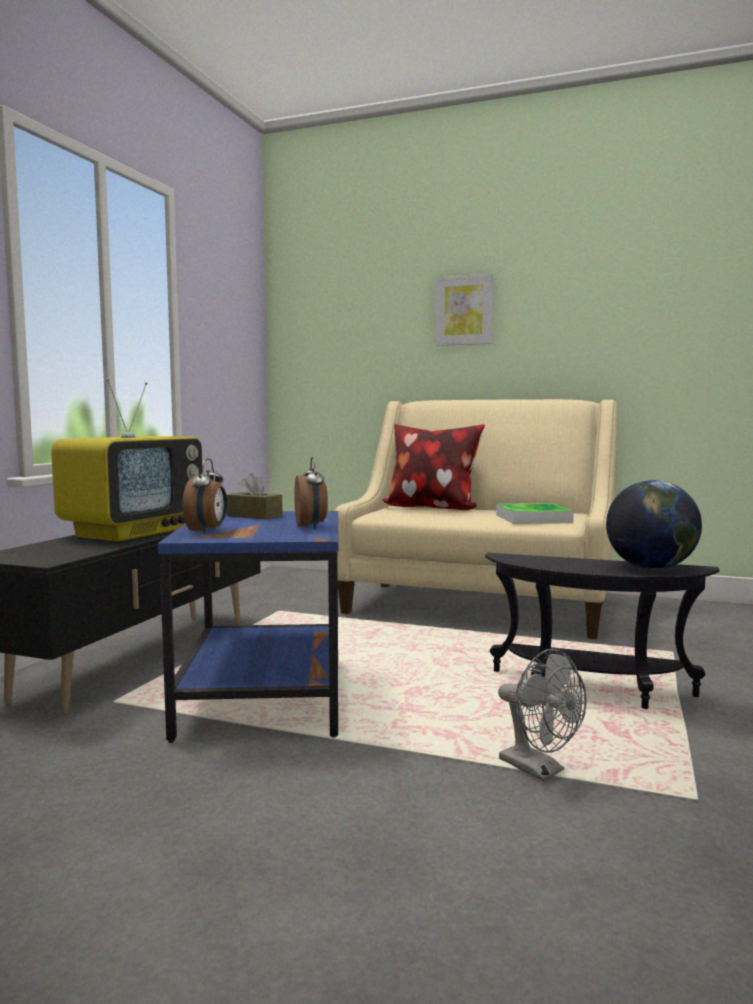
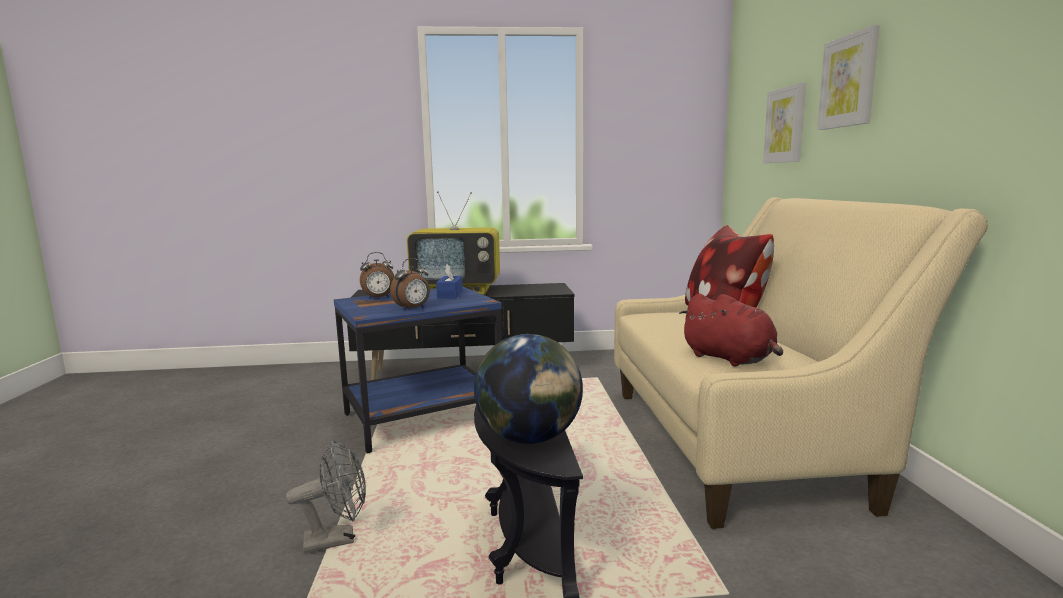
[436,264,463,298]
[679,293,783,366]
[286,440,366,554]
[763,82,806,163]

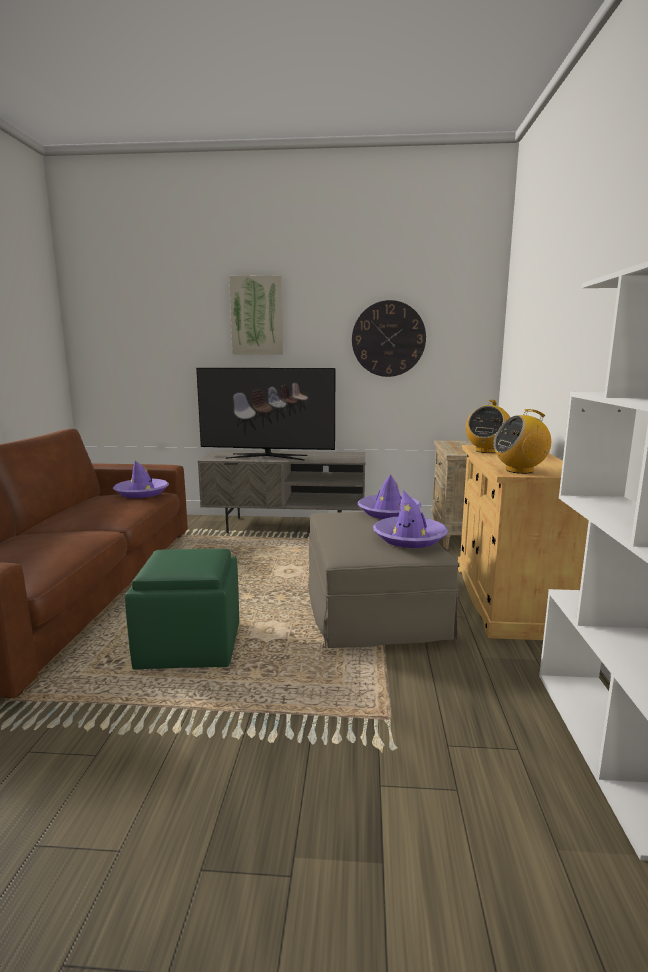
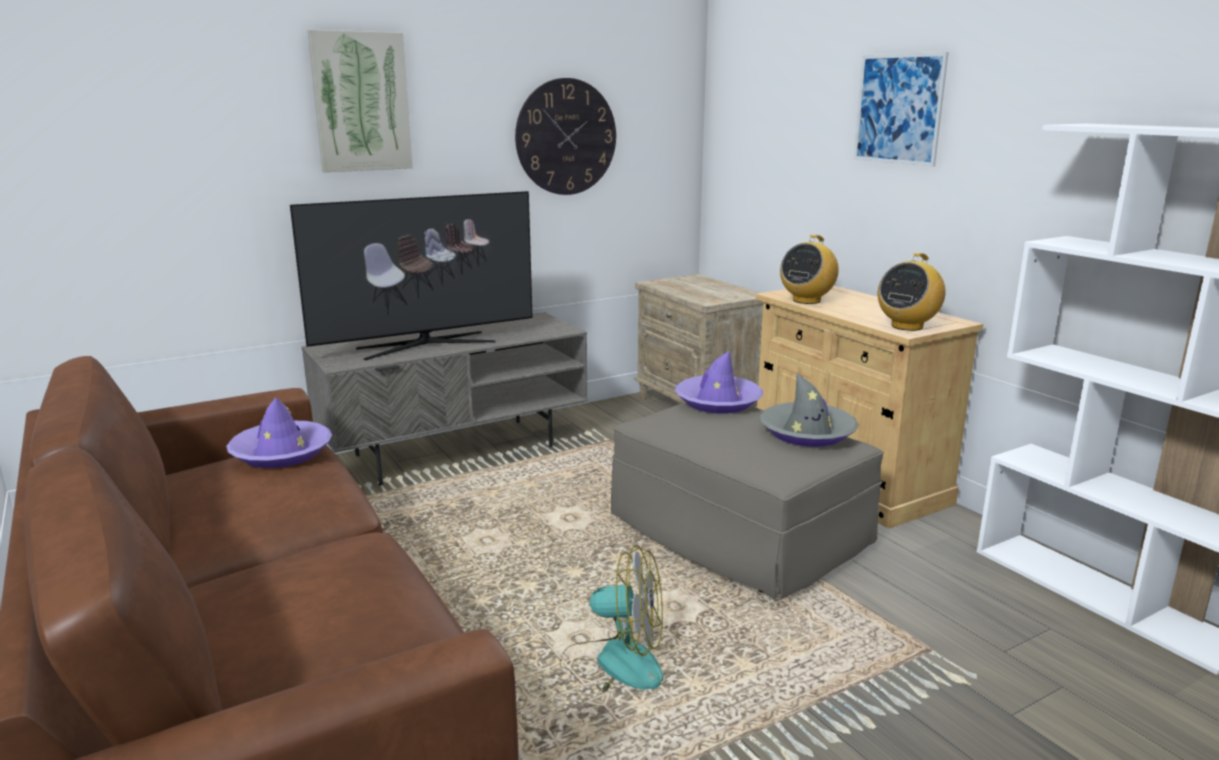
[780,235,839,304]
[760,373,858,447]
[560,545,663,692]
[854,52,949,167]

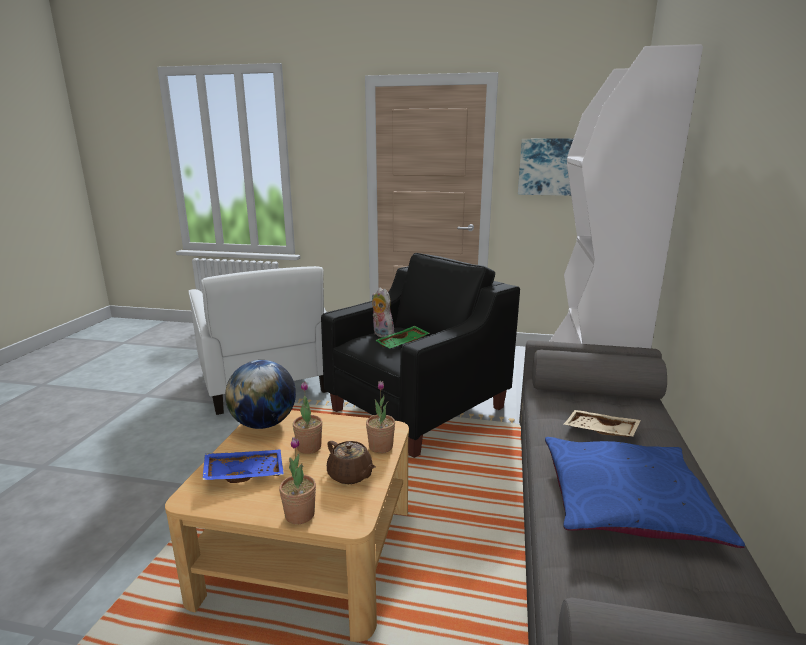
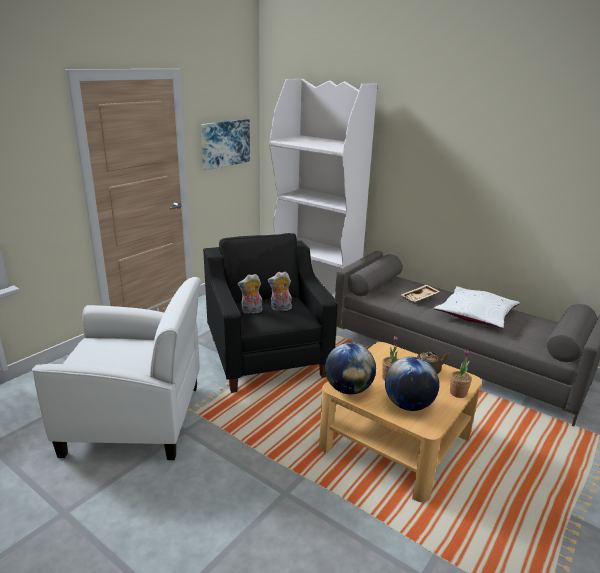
[268,272,292,311]
[366,381,395,453] (first image)
[434,286,520,329]
[385,357,439,411]

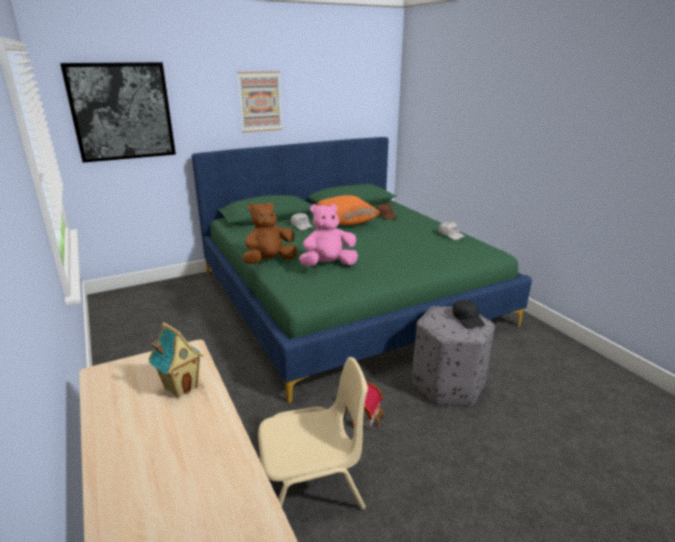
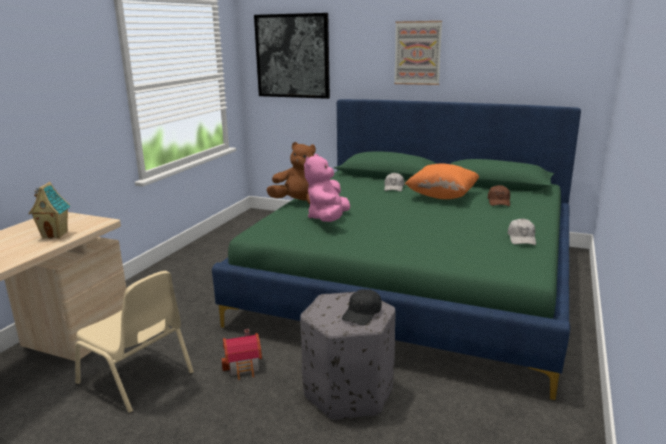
[304,154,350,222]

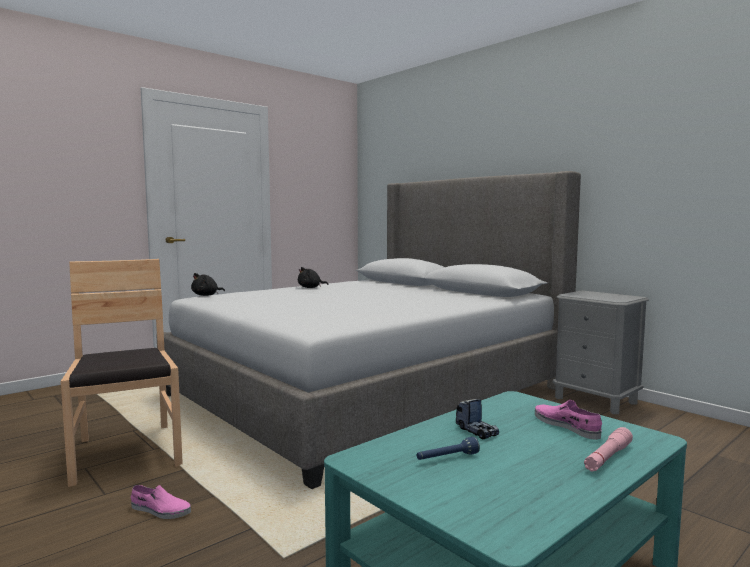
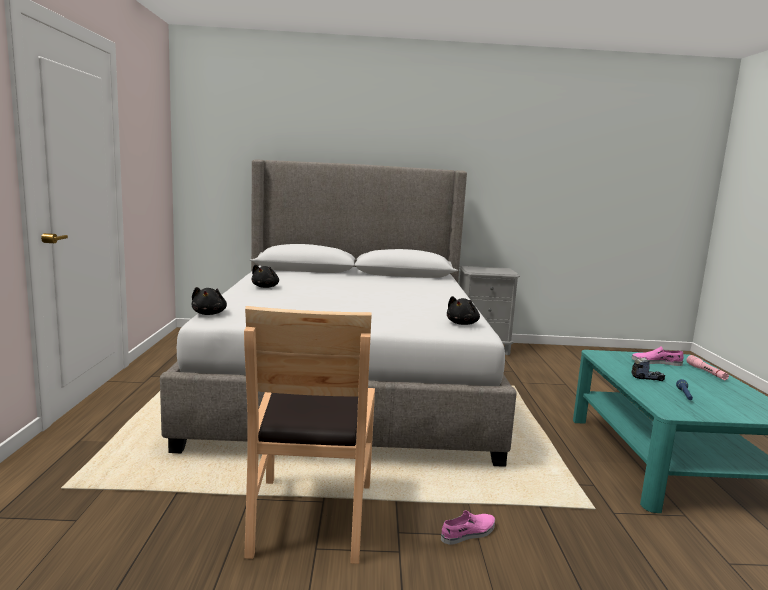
[244,306,375,564]
[447,296,480,325]

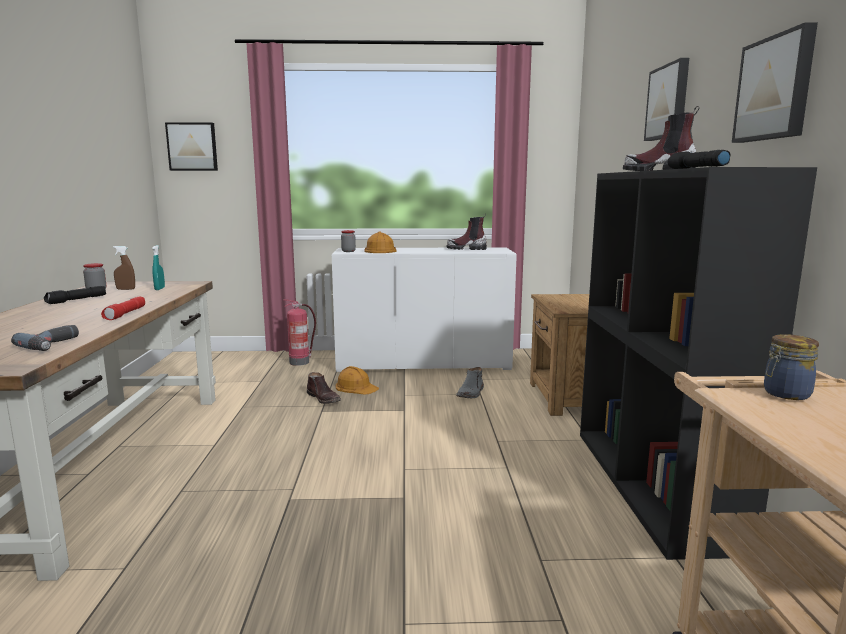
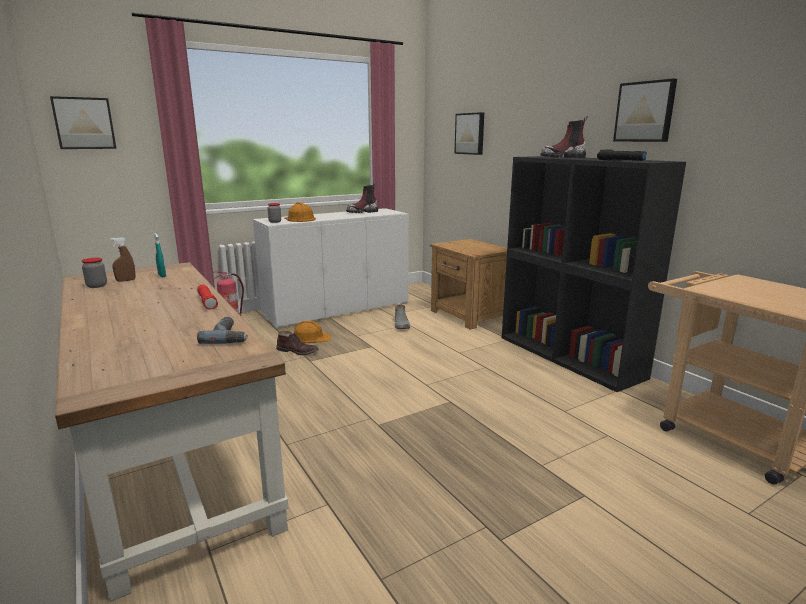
[454,112,484,155]
[44,286,106,304] (first image)
[764,334,819,400] (first image)

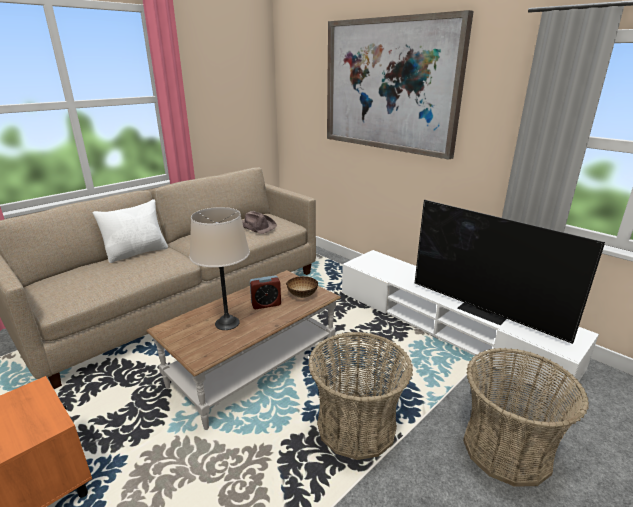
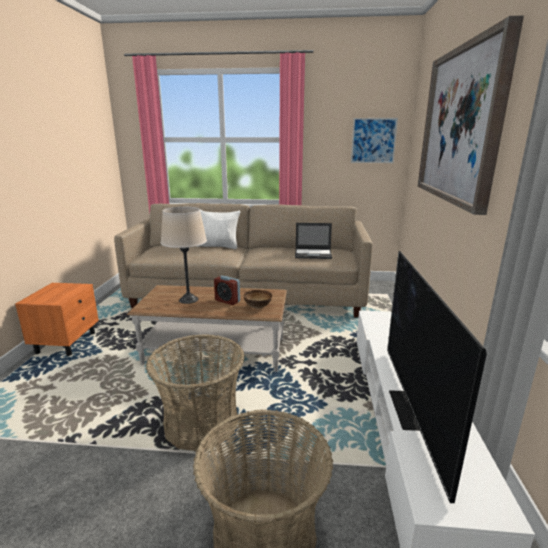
[295,223,332,259]
[351,118,398,163]

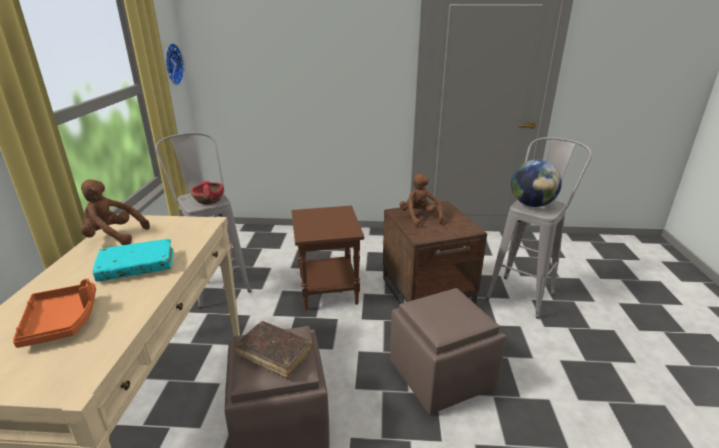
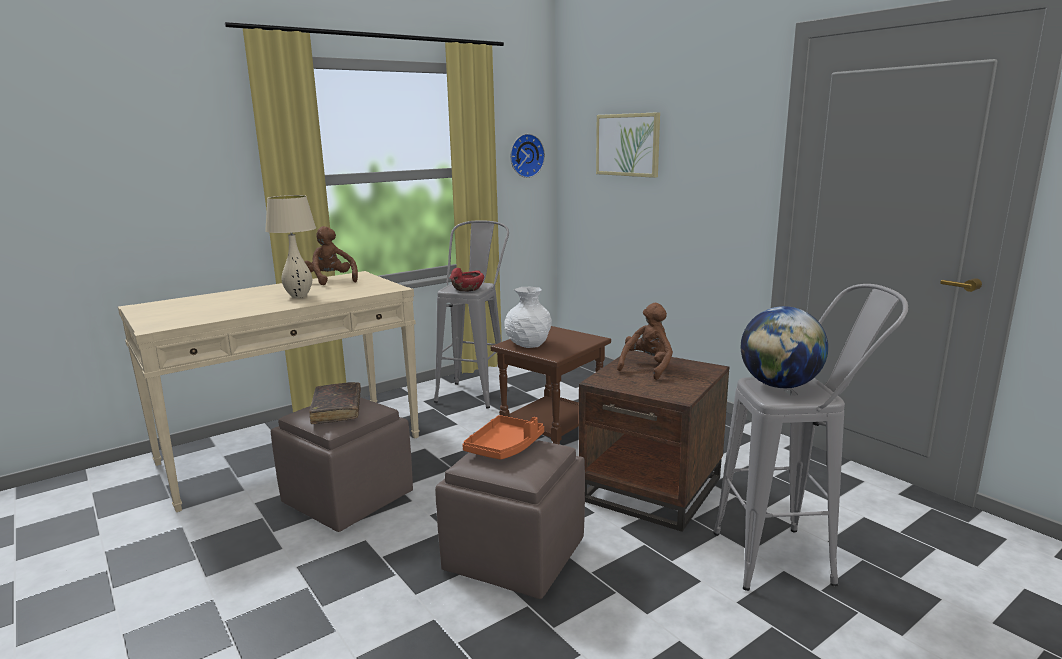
[265,195,316,298]
[462,415,544,460]
[596,112,660,178]
[504,287,552,348]

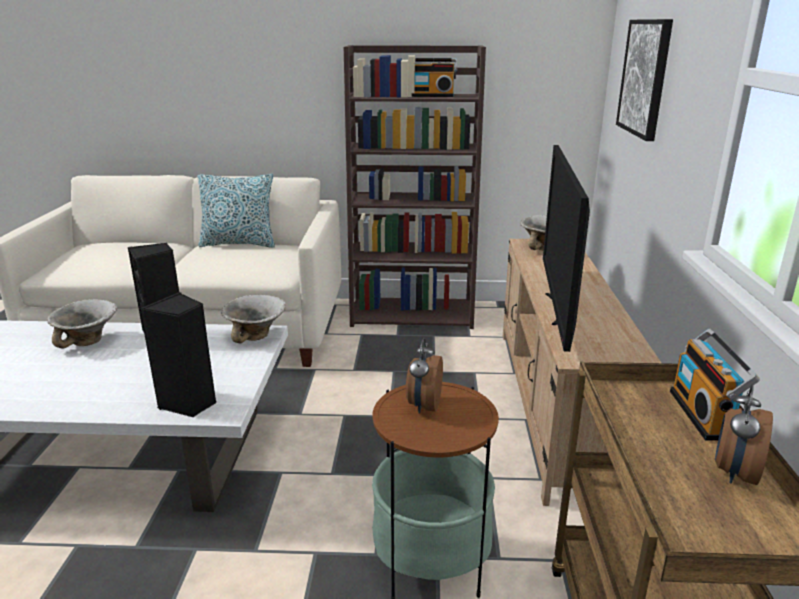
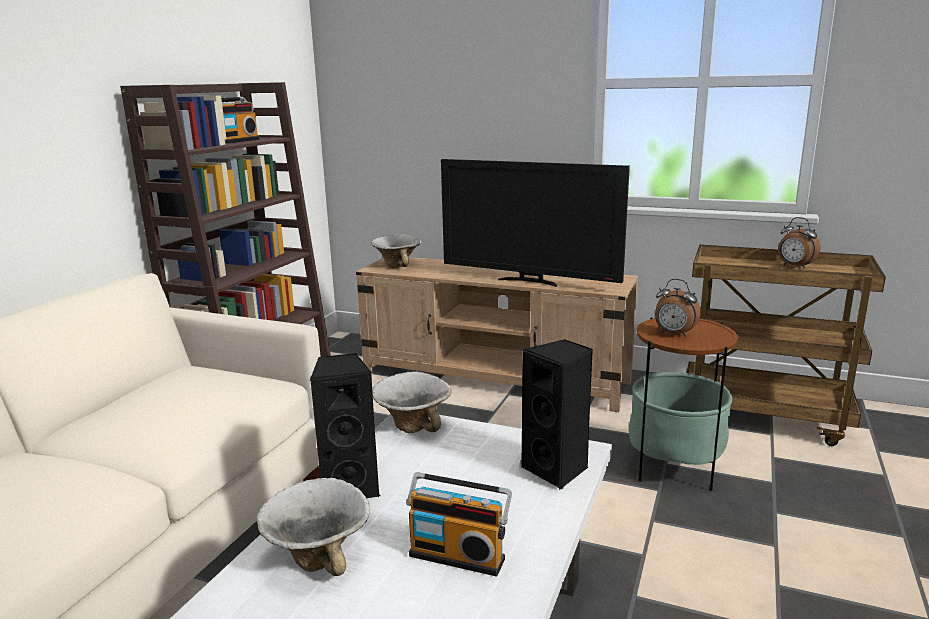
[616,19,673,141] (first image)
[197,174,275,248] (first image)
[406,472,512,577]

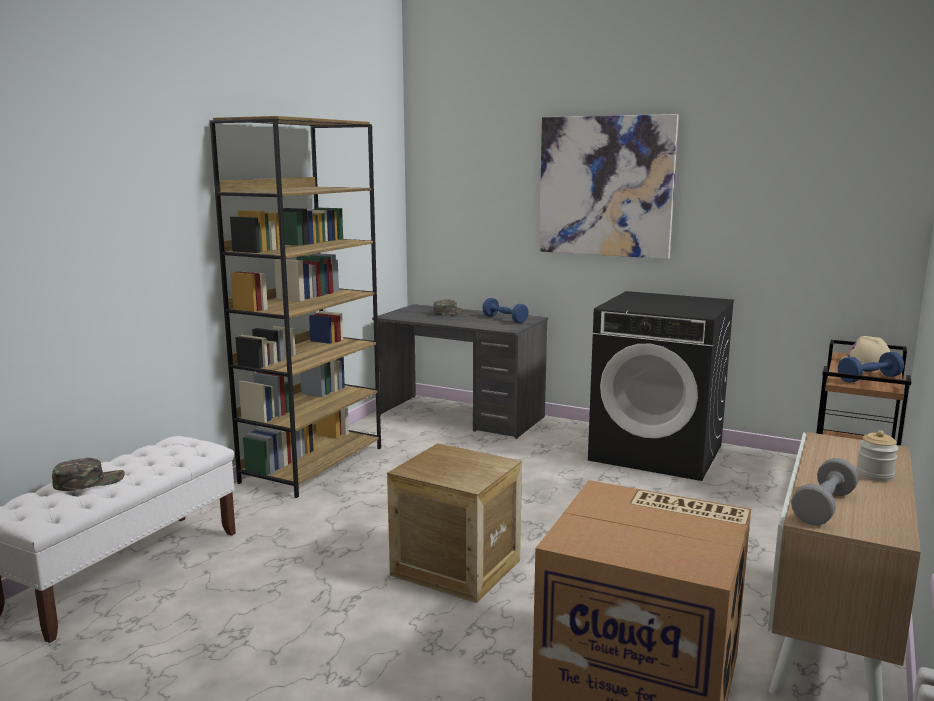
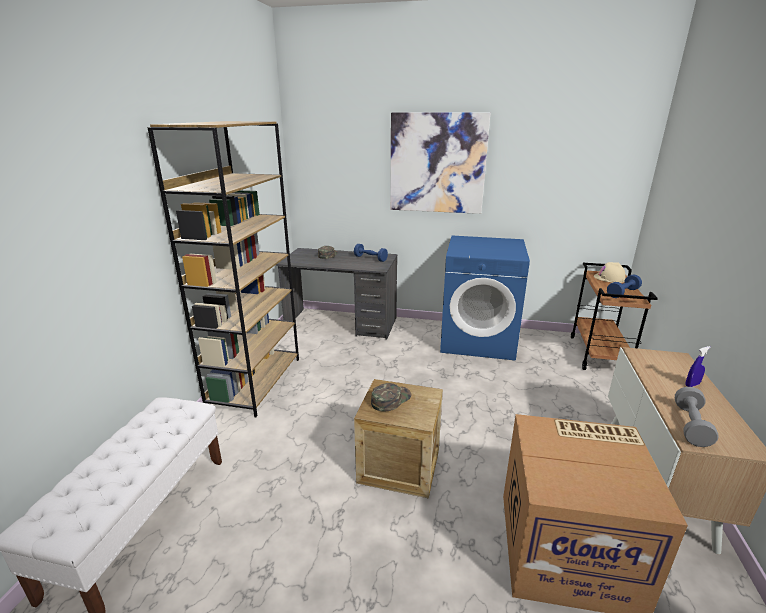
[440,236,530,361]
[685,346,711,387]
[371,383,411,411]

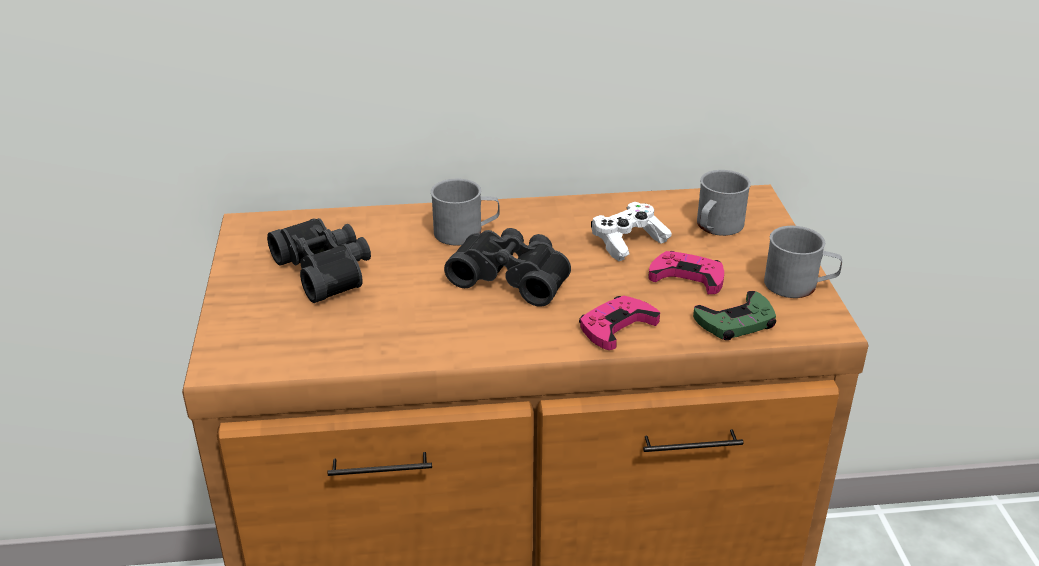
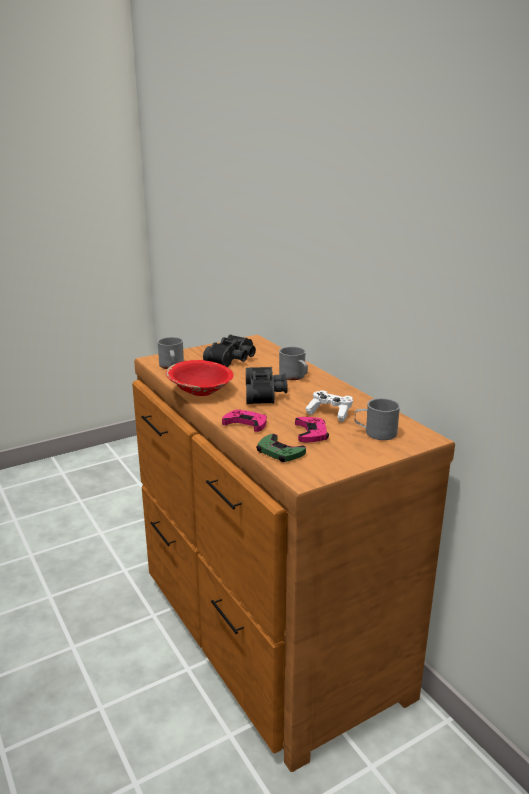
[157,337,184,369]
[166,360,233,396]

